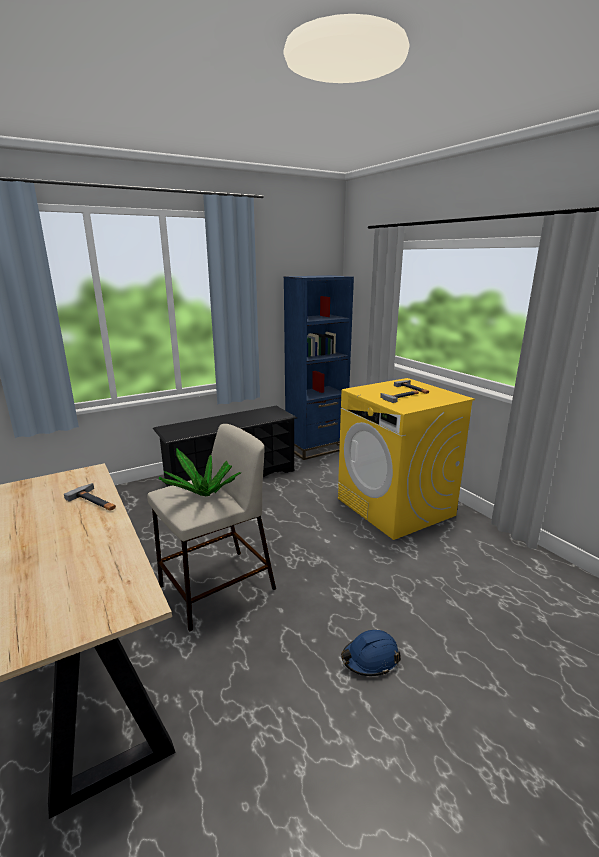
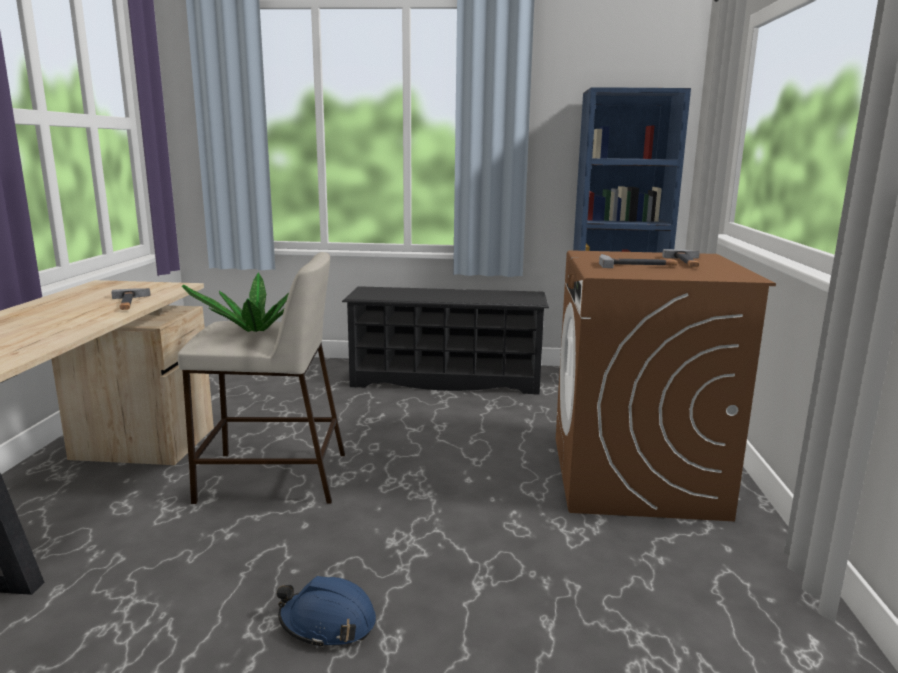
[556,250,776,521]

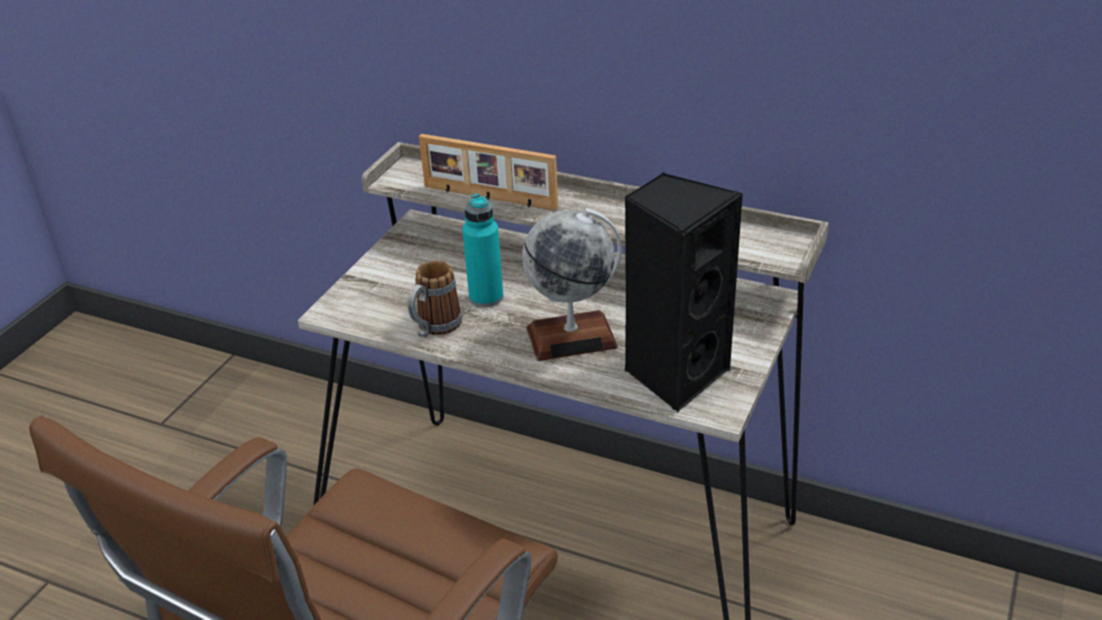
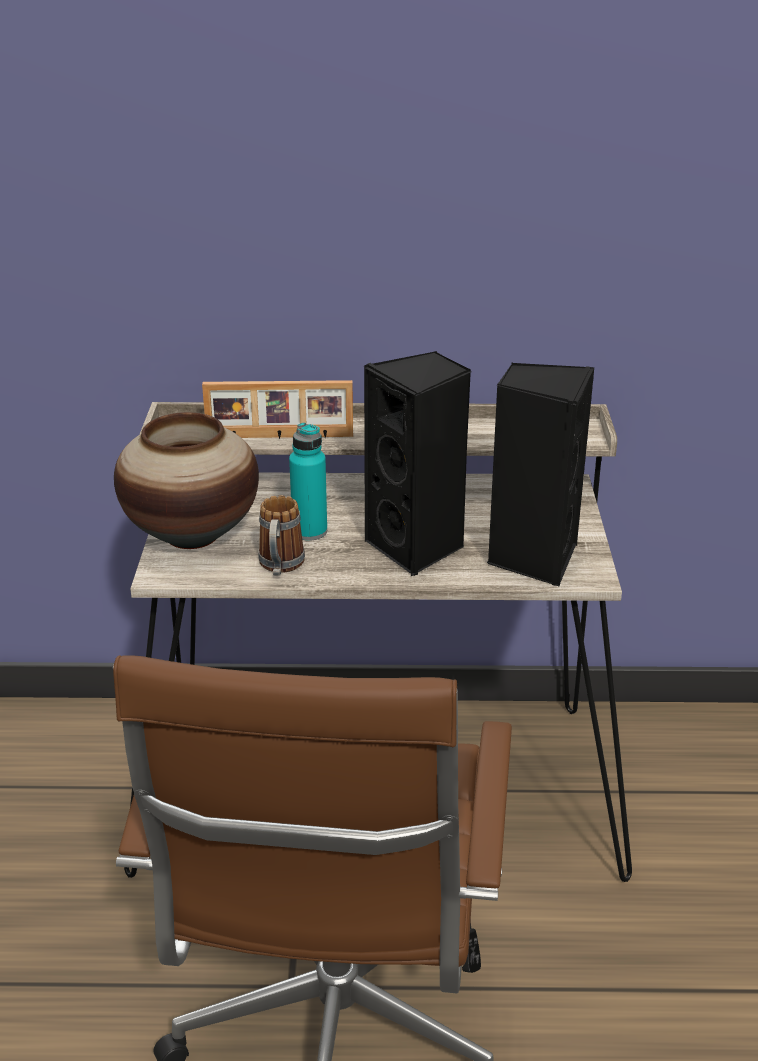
[364,351,471,576]
[114,412,259,549]

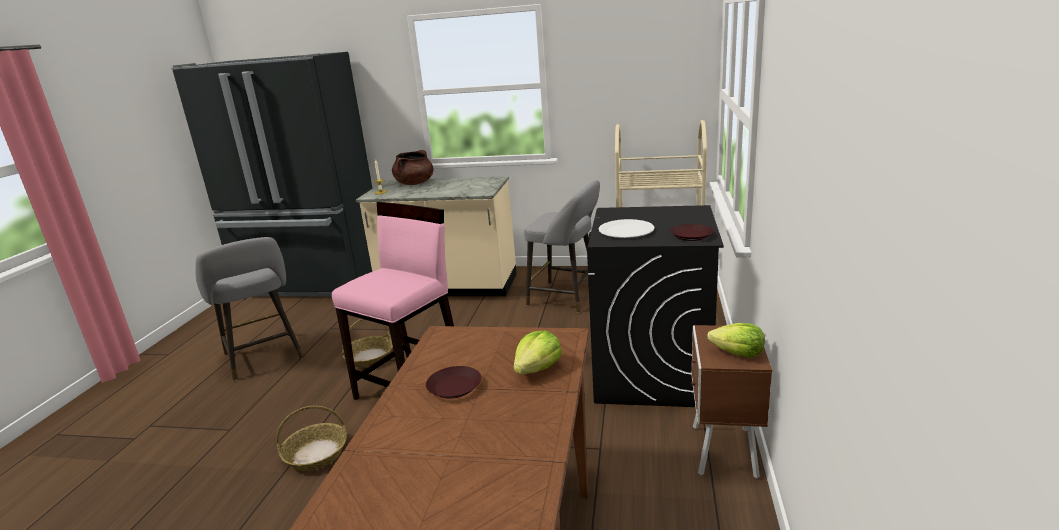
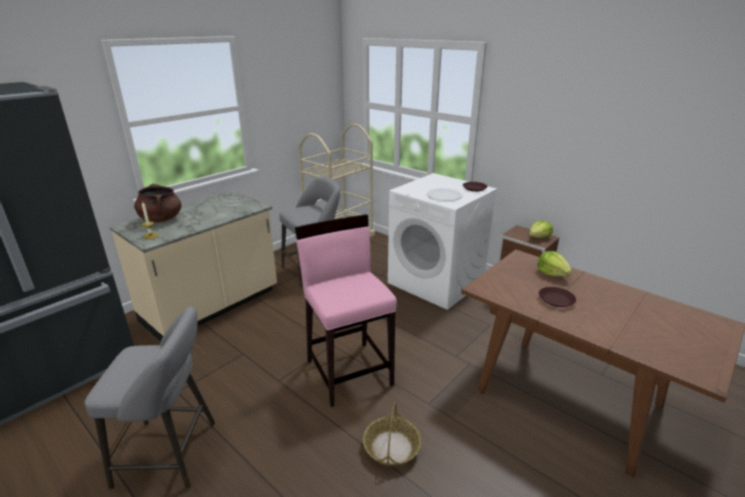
[388,173,497,310]
[342,319,393,367] (first image)

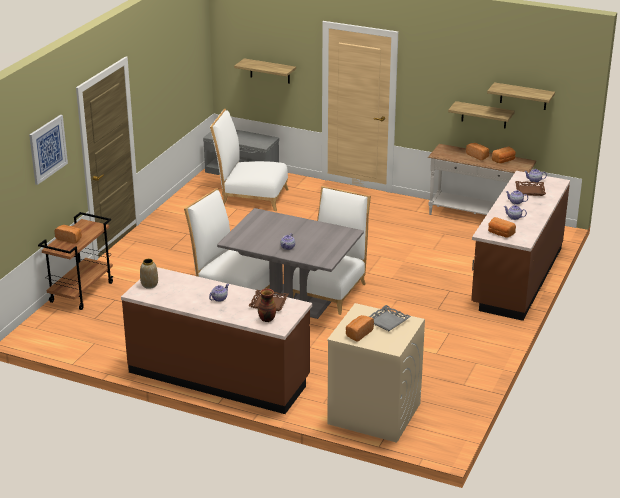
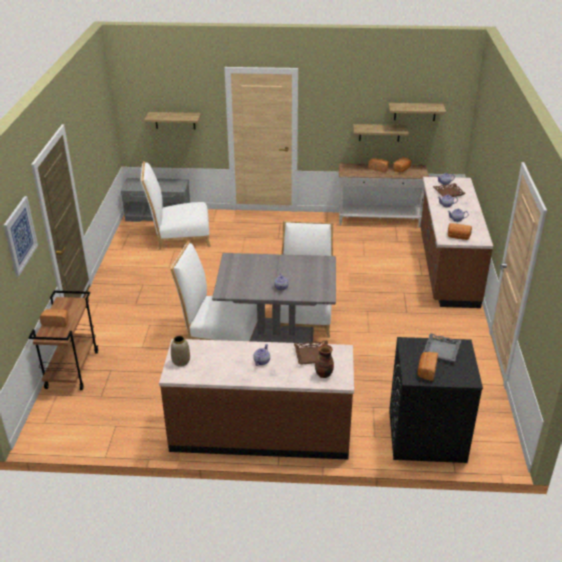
[389,337,483,463]

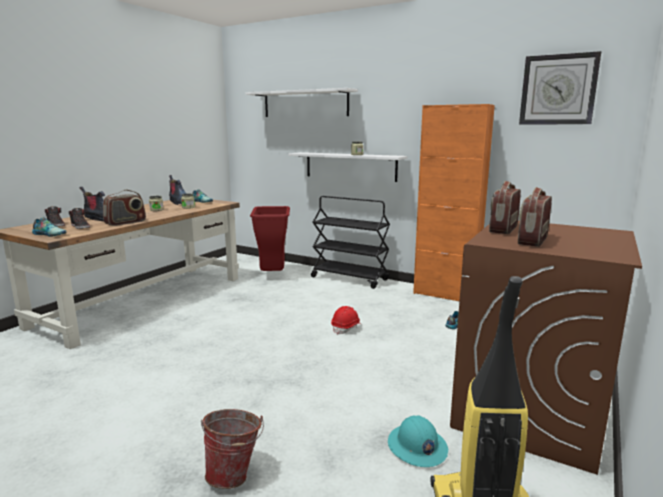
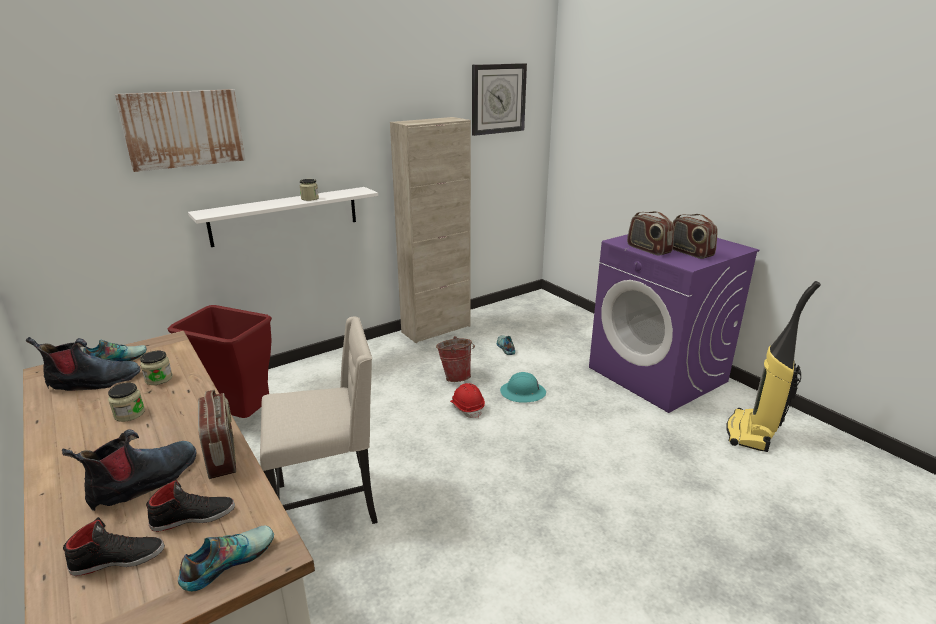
[115,89,245,172]
[390,117,471,343]
[311,196,390,289] (first image)
[589,234,759,413]
[436,336,475,382]
[500,372,546,403]
[260,316,378,524]

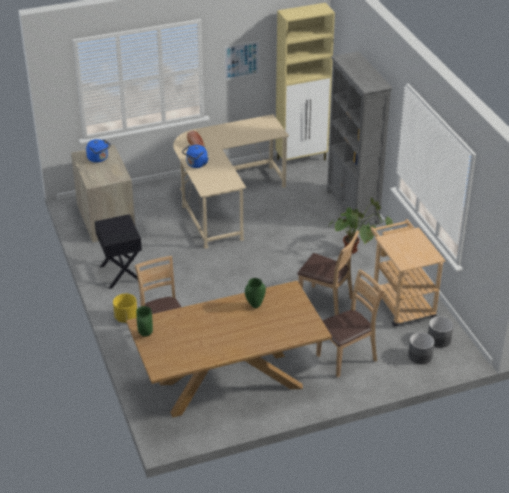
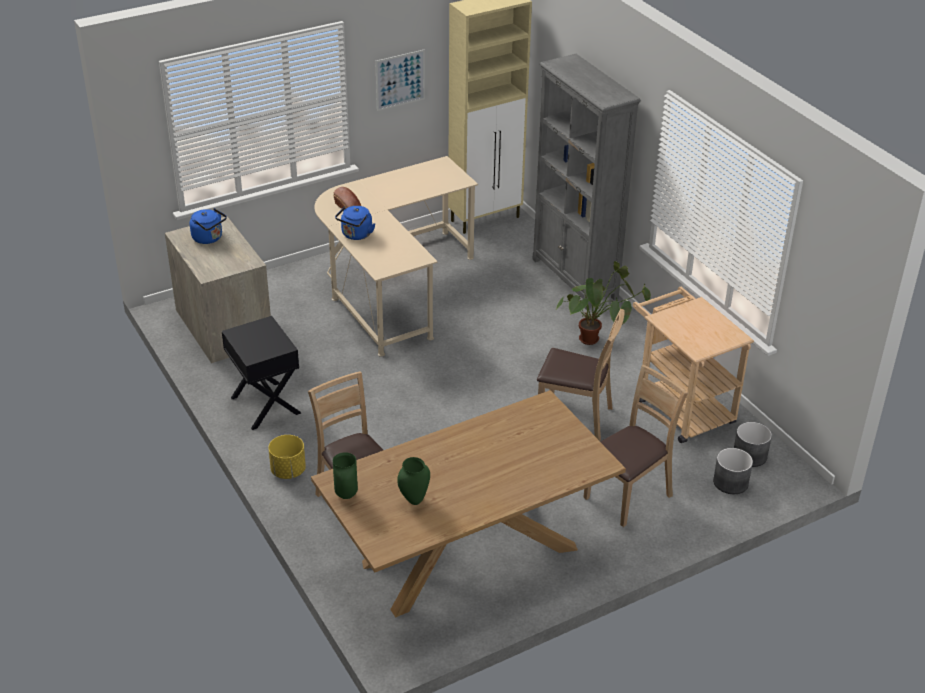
[397,457,430,505]

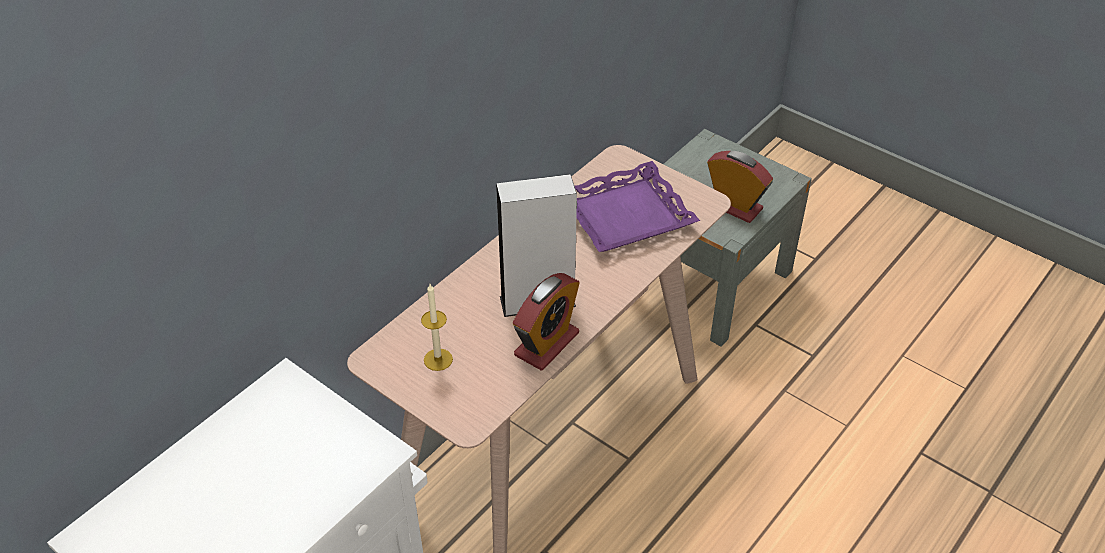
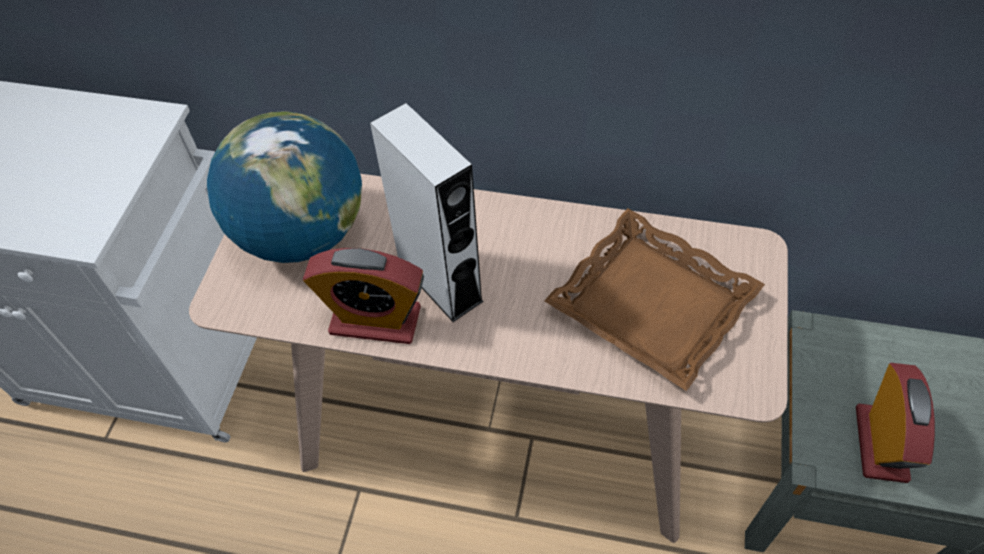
[544,208,765,391]
[207,111,362,263]

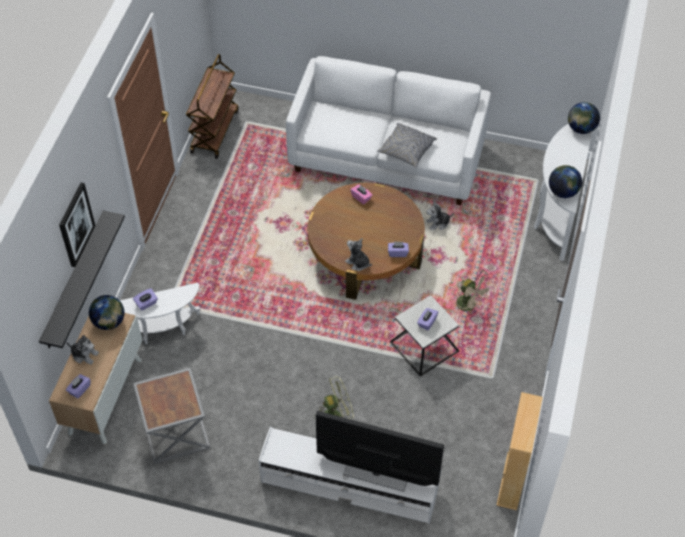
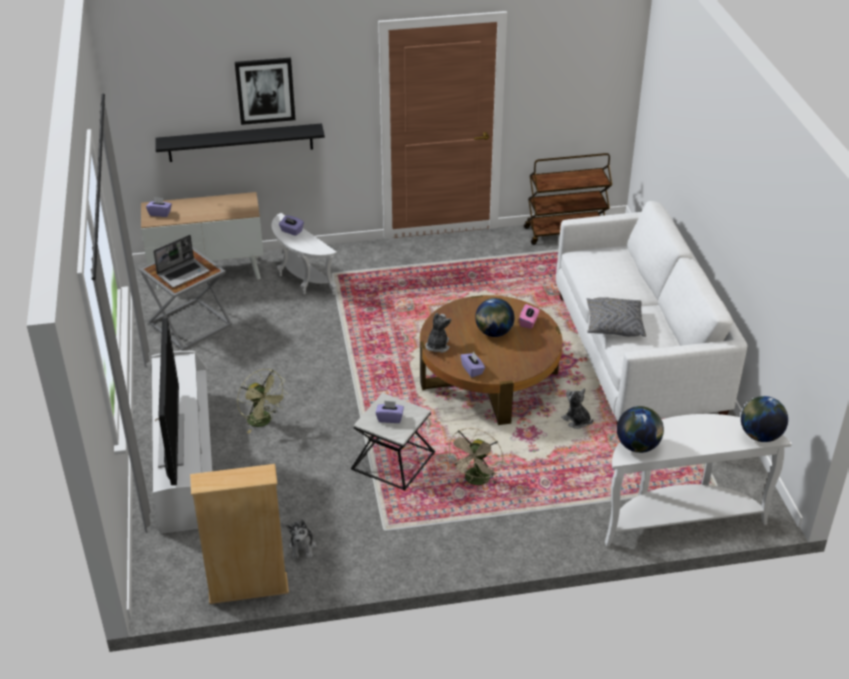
[475,298,514,337]
[286,519,316,559]
[153,235,209,288]

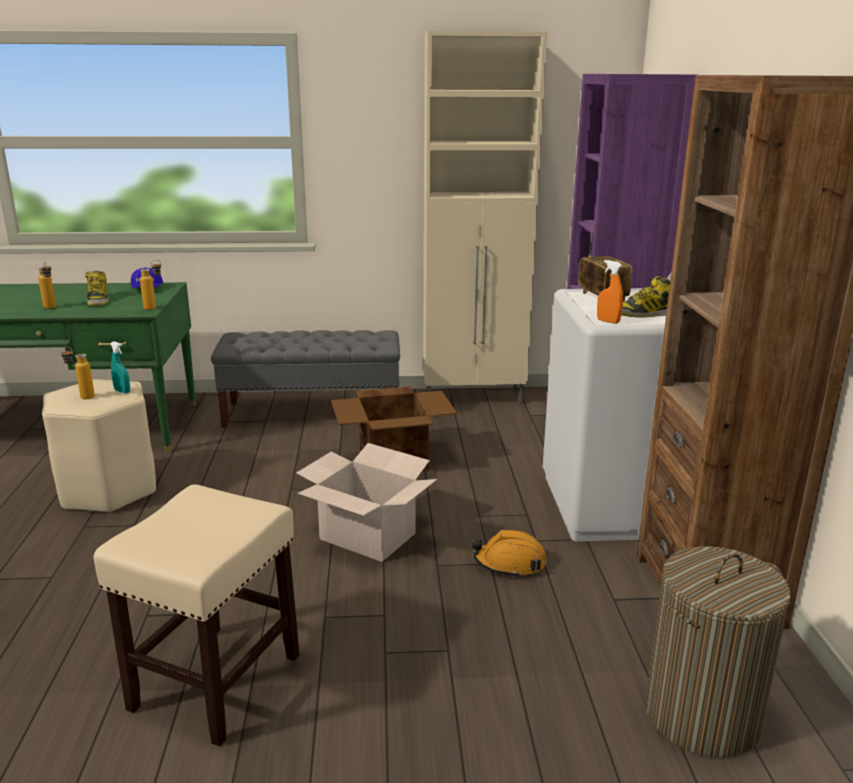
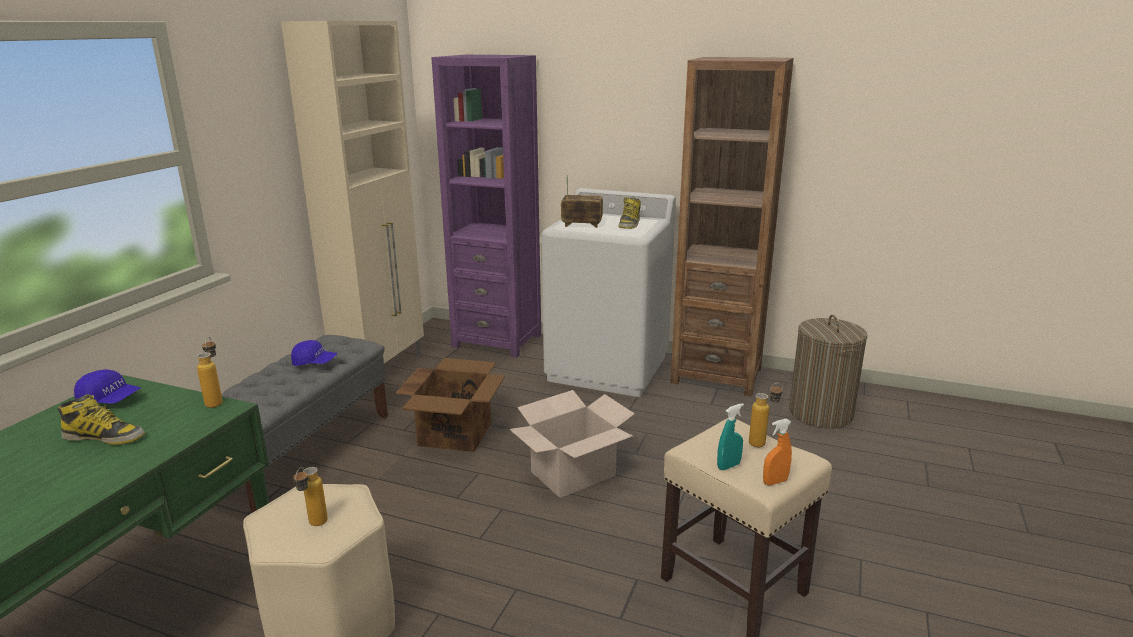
[763,419,792,485]
[749,383,783,447]
[717,403,744,470]
[472,530,546,578] (first image)
[291,340,338,366]

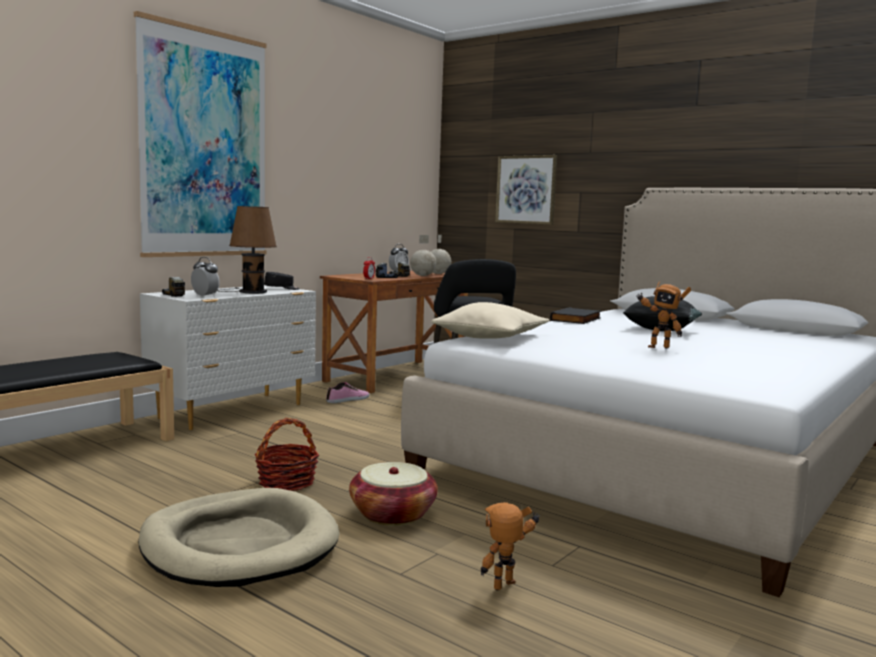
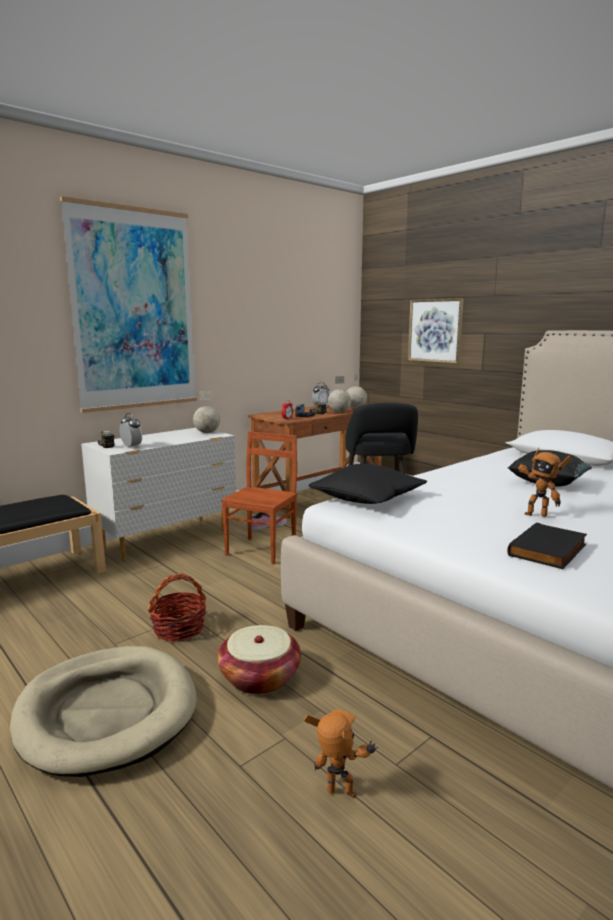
[219,206,277,293] (first image)
[193,391,220,433]
[309,463,427,504]
[507,522,587,569]
[304,710,378,798]
[221,431,297,564]

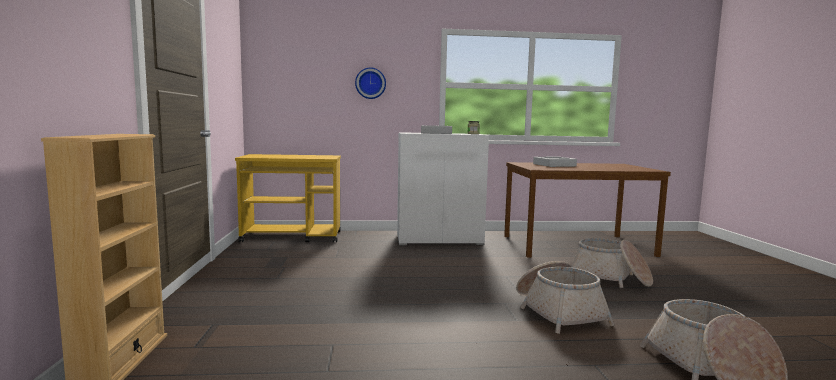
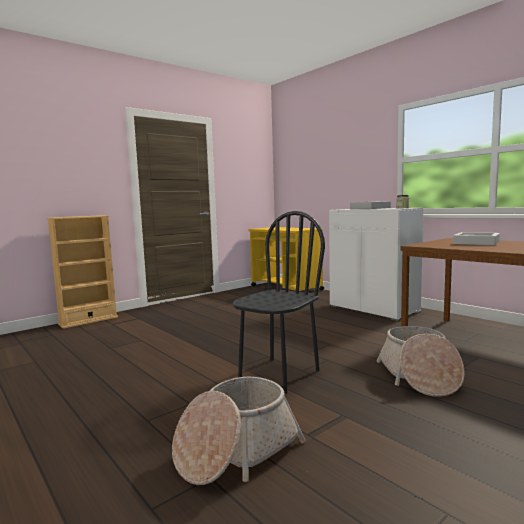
[355,67,386,99] (first image)
[233,211,325,394]

